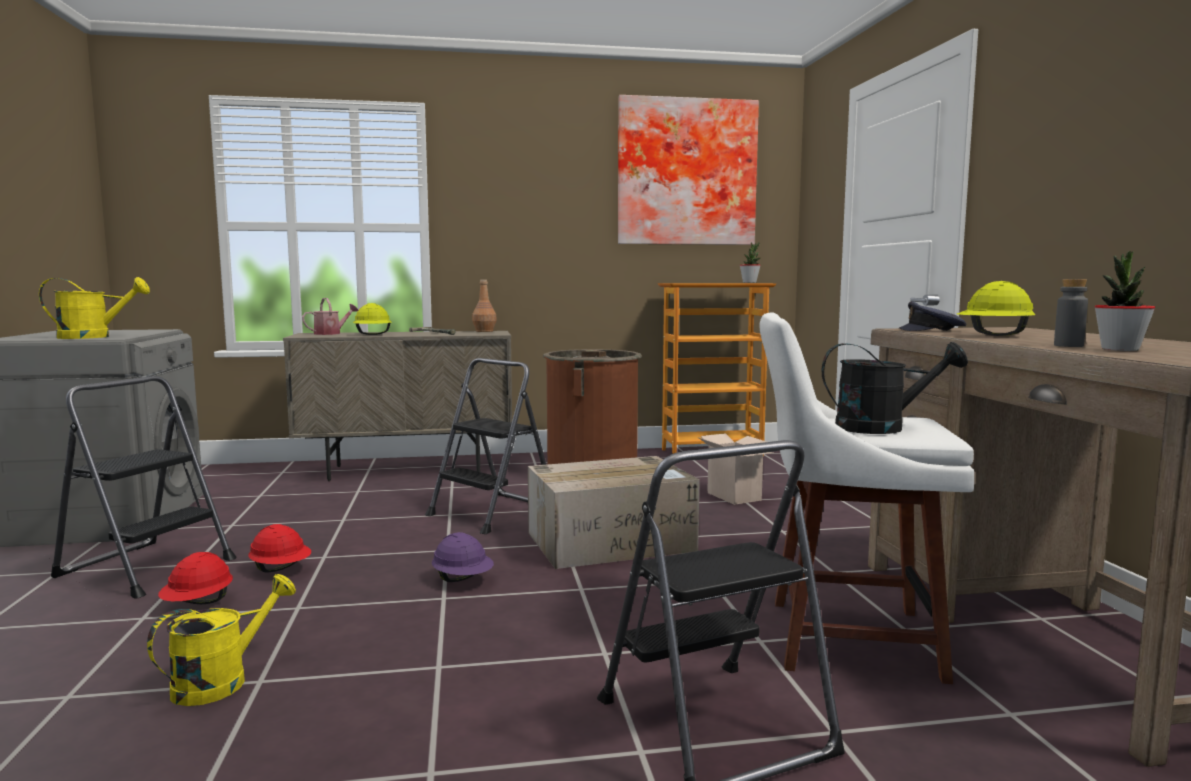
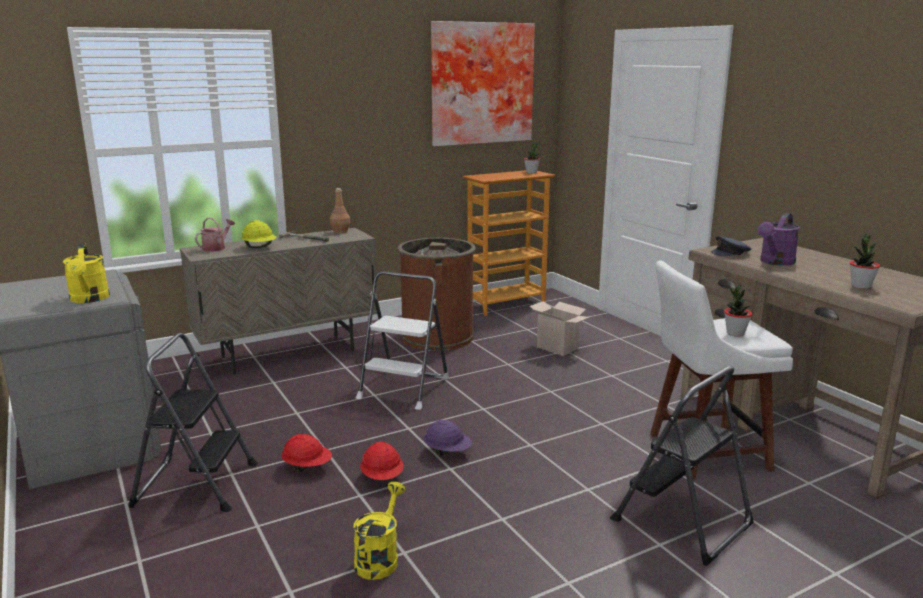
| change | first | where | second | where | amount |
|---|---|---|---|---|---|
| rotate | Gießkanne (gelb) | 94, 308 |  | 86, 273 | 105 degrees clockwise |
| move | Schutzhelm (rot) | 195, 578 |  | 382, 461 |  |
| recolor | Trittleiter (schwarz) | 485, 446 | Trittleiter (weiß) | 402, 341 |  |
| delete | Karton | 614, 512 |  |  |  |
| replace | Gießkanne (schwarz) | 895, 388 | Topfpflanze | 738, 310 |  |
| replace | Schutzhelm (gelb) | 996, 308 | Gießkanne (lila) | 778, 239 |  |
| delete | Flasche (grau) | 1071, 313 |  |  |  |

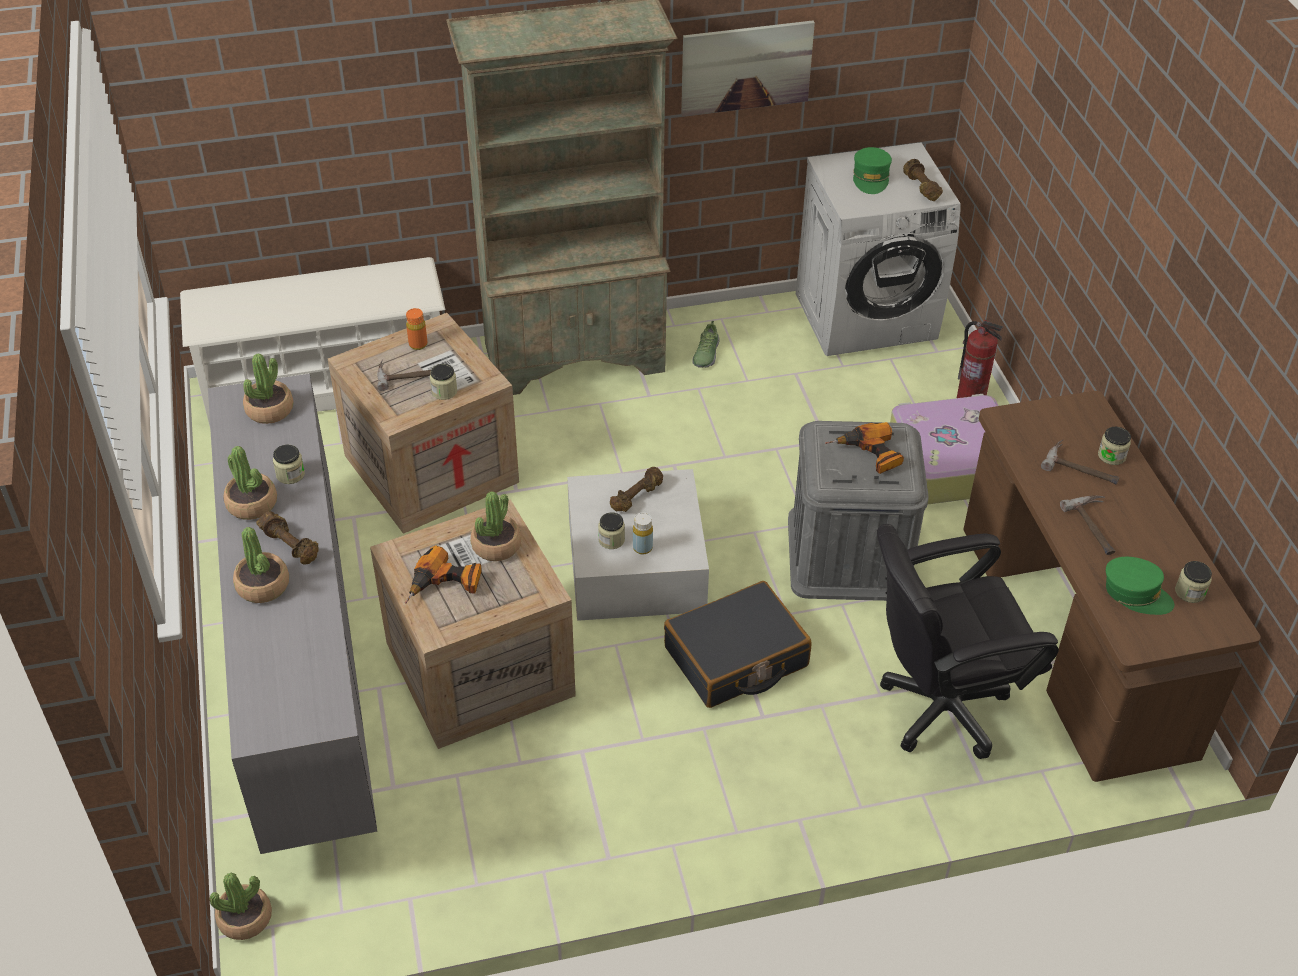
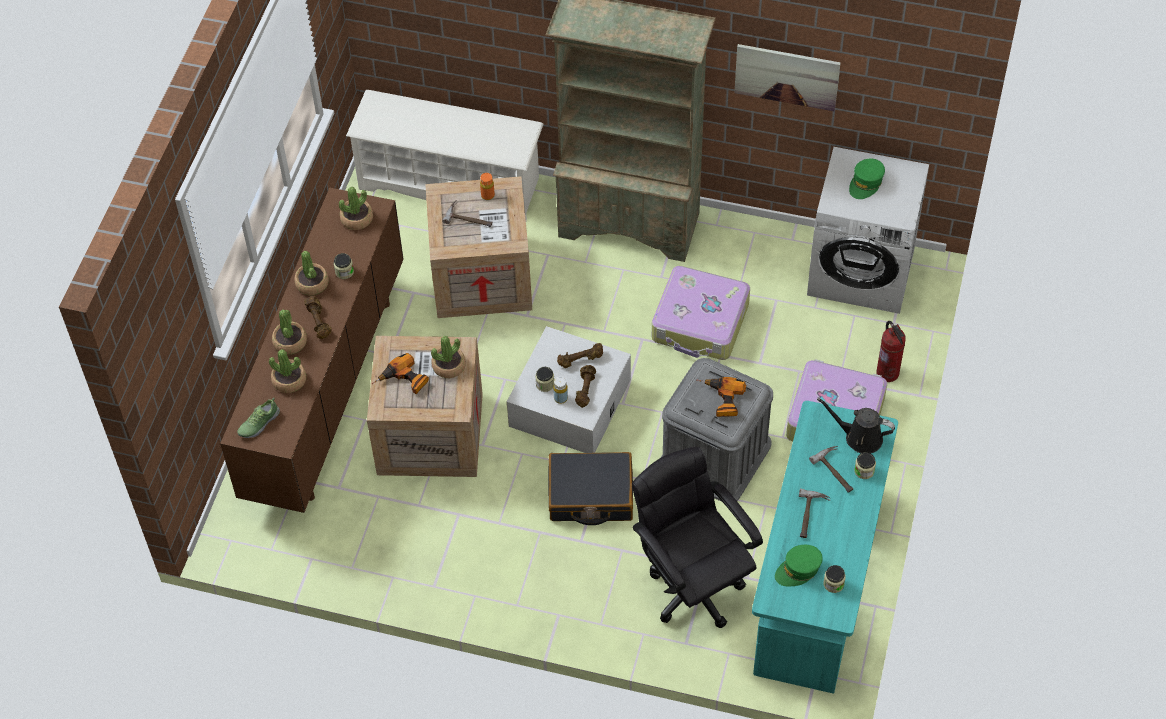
| change | first | where | second | where | amount |
|---|---|---|---|---|---|
| recolor | Schrank (grau) | 292, 614 | Schrank (braun) | 312, 350 |  |
| move | Topfpflanze | 241, 906 |  | 287, 371 |  |
| delete | Vorratsglas | 443, 382 |  |  |  |
| move | Schuh | 706, 344 |  | 258, 418 |  |
| rotate | Bürostuhl (schwarz) | 968, 641 |  | 697, 537 | 45 degrees clockwise |
| move | Hantel (braun) | 923, 180 |  | 585, 386 |  |
| recolor | Schreibtisch (braun) | 1112, 586 | Schreibtisch (türkis) | 825, 547 |  |
| rotate | Kappe (grün) | 1140, 586 |  | 799, 565 | 90 degrees clockwise |
| insert |  |  | Koffer | 701, 313 |  |
| insert |  |  | Gießkanne (schwarz) | 856, 426 |  |

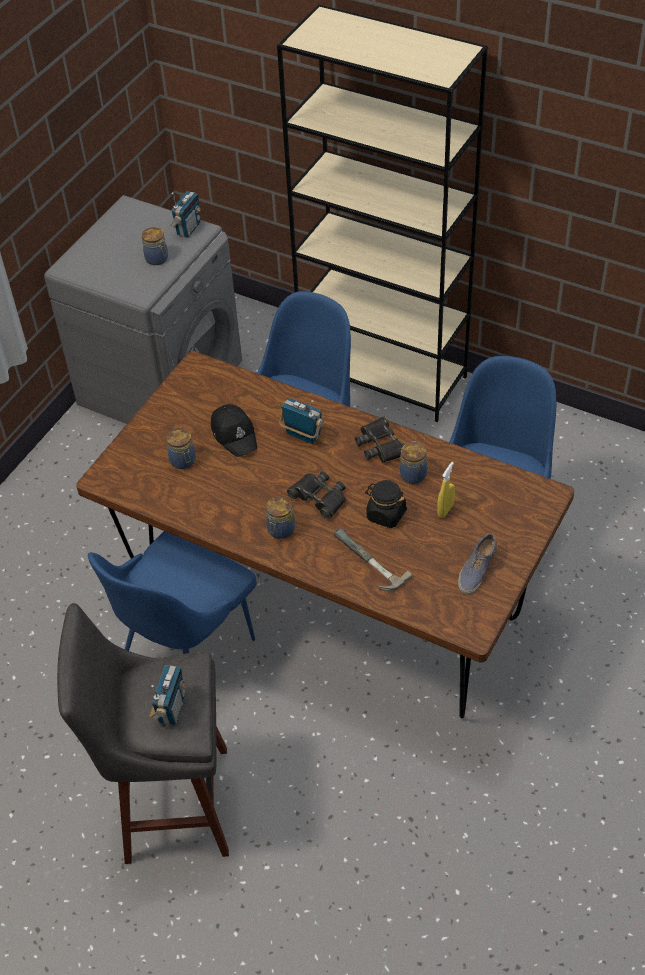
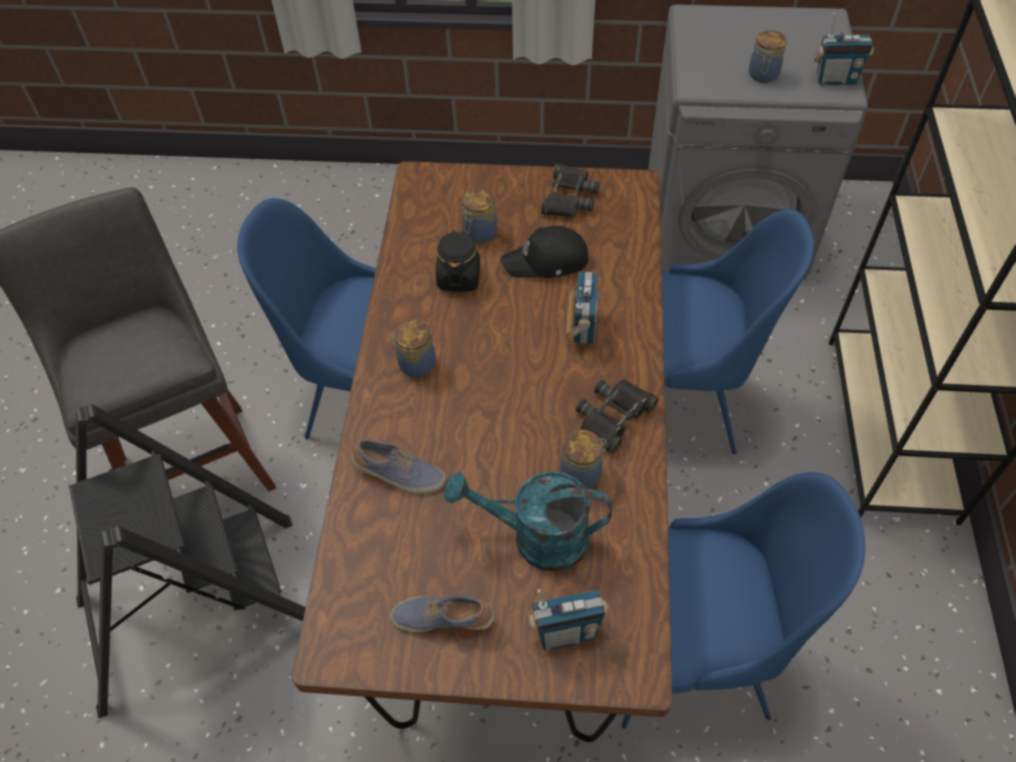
| change | first | where | second | where | amount |
|---|---|---|---|---|---|
| move | Radio | 168, 695 |  | 568, 619 |  |
| rotate | Kappe (schwarz) | 234, 430 |  | 544, 252 | 45 degrees clockwise |
| move | Fernglas (schwarz) | 316, 495 |  | 570, 191 |  |
| replace | Hammer | 373, 559 | Schuh | 399, 466 |  |
| move | Vorratsglas (schwarz) | 386, 504 |  | 458, 261 |  |
| replace | Sprühflasche (gelb) | 446, 490 | Gießkanne (türkis) | 528, 521 |  |
| insert |  |  | Trittleiter (schwarz) | 187, 561 |  |

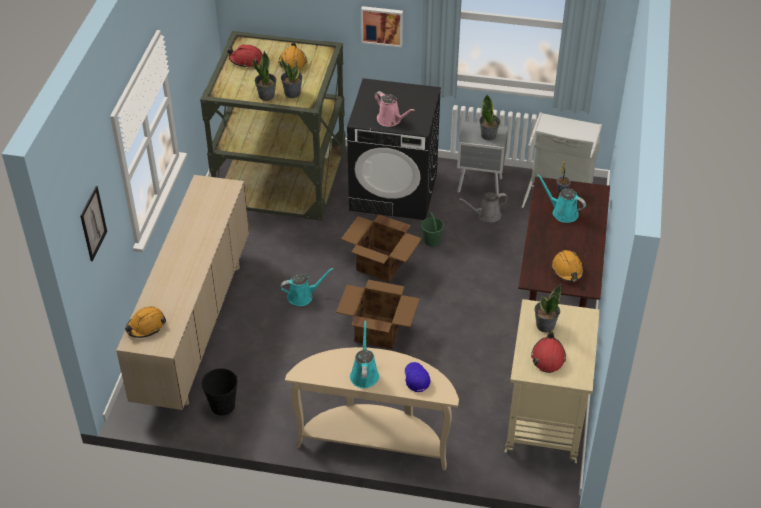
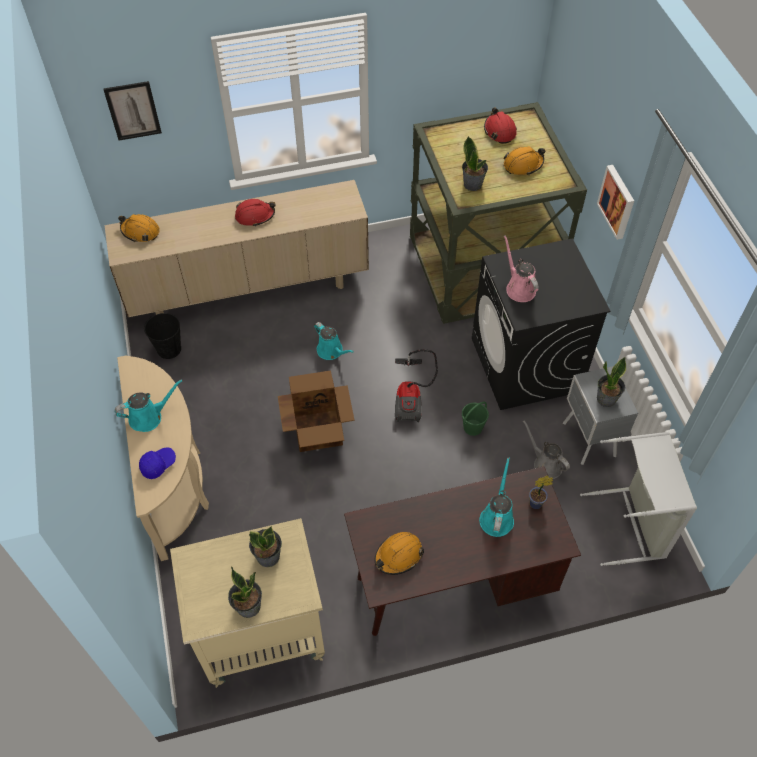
| change | first | where | second | where | amount |
|---|---|---|---|---|---|
| move | Topfpflanze | 265, 76 |  | 245, 592 |  |
| replace | Karton | 381, 248 | Staubsauger | 416, 385 |  |
| rotate | Gießkanne (rosa) | 394, 109 |  | 521, 268 | 135 degrees clockwise |
| move | Schutzhelm (rot) | 548, 352 |  | 255, 213 |  |

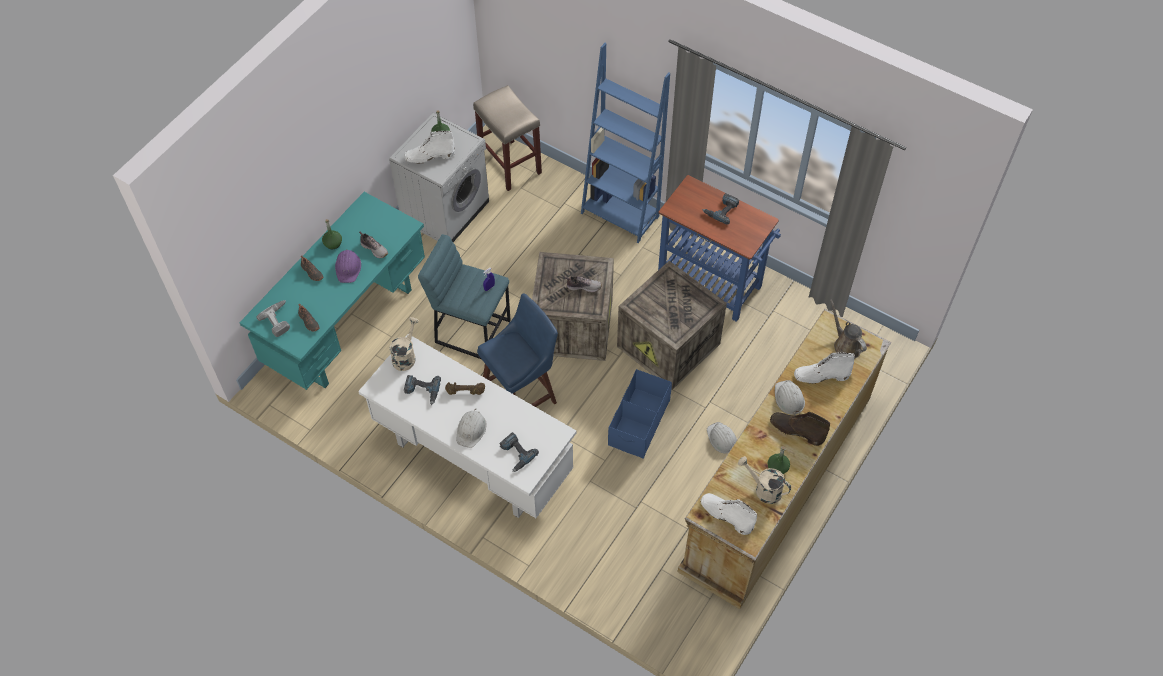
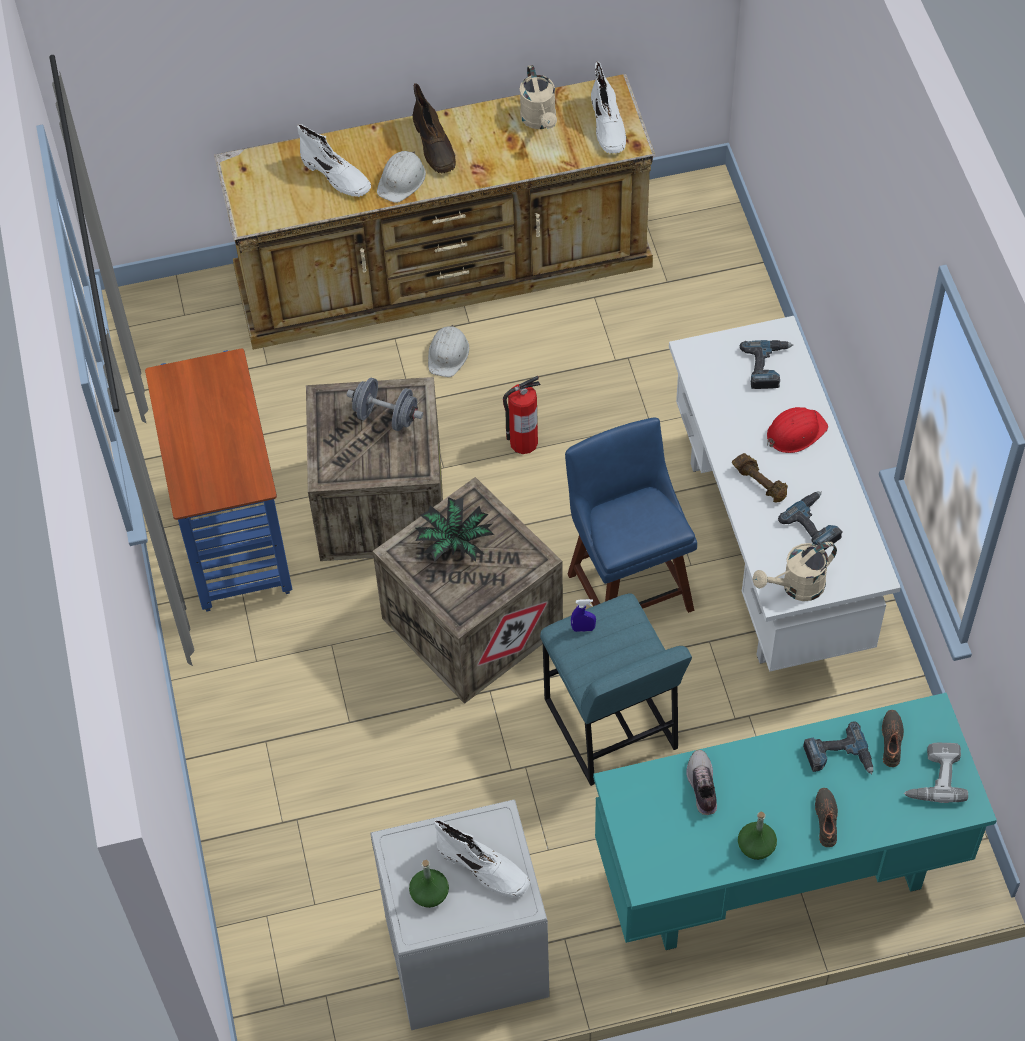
| change | first | where | second | where | amount |
|---|---|---|---|---|---|
| delete | Schutzhelm (lila) | 348, 266 |  |  |  |
| recolor | Schutzhelm (weiß) | 472, 428 | Schutzhelm (rot) | 797, 430 |  |
| delete | Hocker (beige) | 507, 138 |  |  |  |
| rotate | Stuhl (blau) | 517, 350 |  | 631, 515 | 60 degrees clockwise |
| replace | Schuh | 584, 284 | Topfpflanze | 454, 529 |  |
| delete | Bücherregal (blau) | 625, 143 |  |  |  |
| replace | Aufbewahrungsbox (blau) | 640, 414 | Feuerlöscher | 521, 415 |  |
| move | Bohrmaschine | 720, 208 |  | 838, 748 |  |
| delete | Flasche (grün) | 779, 460 |  |  |  |
| delete | Gießkanne (braun) | 848, 329 |  |  |  |
| insert |  |  | Hantel (grau) | 385, 404 |  |

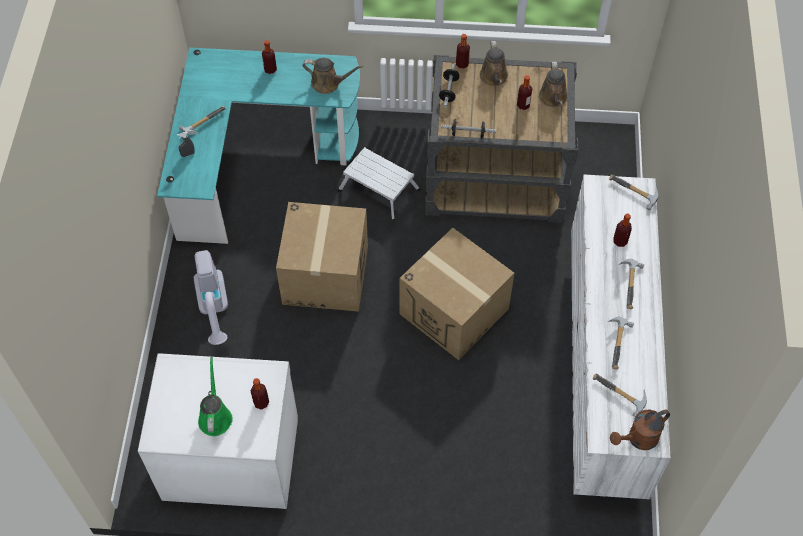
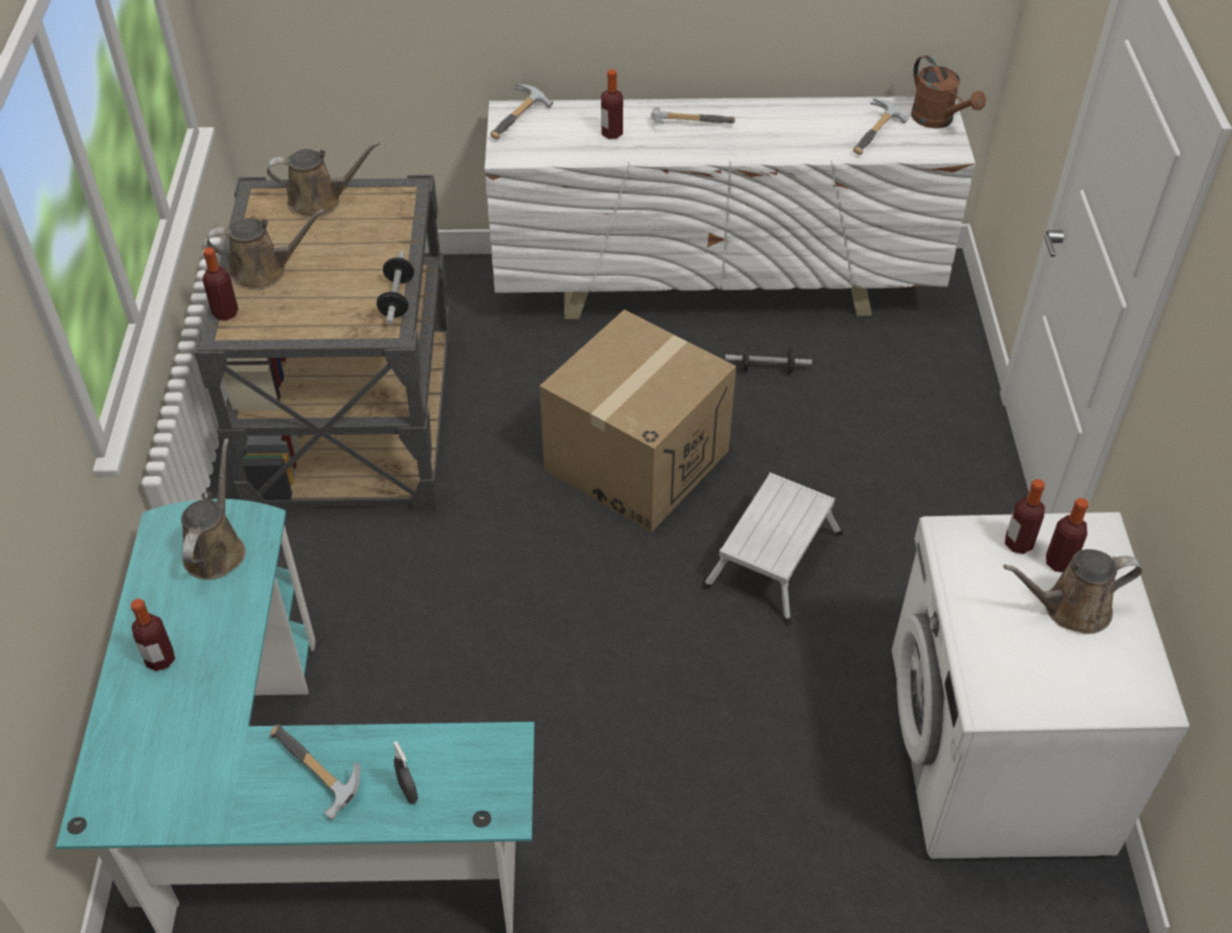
| change | first | where | second | where | amount |
|---|---|---|---|---|---|
| delete | Staubsauger | 211, 297 |  |  |  |
| recolor | Gießkanne (grün) | 215, 396 | Gießkanne (braun) | 1072, 591 |  |
| delete | Karton | 322, 257 |  |  |  |
| move | Trittleiter (weiß) | 379, 185 |  | 772, 549 |  |
| move | Hantel | 449, 85 |  | 768, 359 |  |
| move | Flasche | 524, 92 |  | 1067, 535 |  |
| delete | Hammer | 621, 343 |  |  |  |

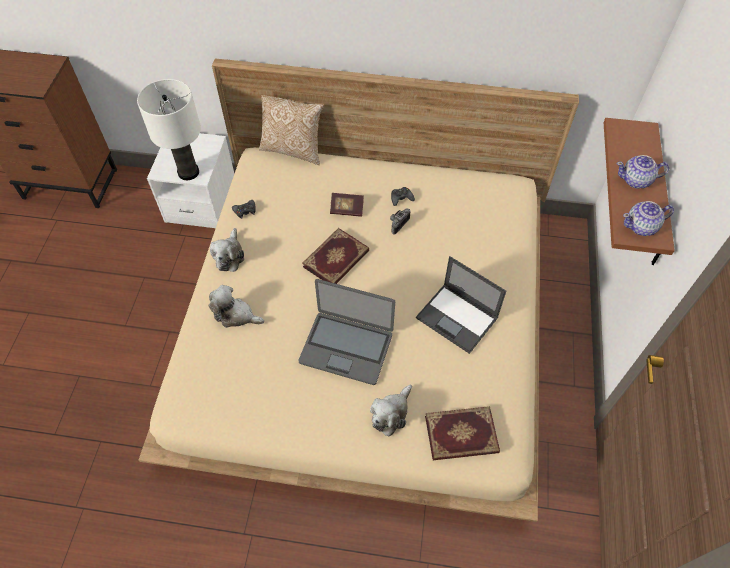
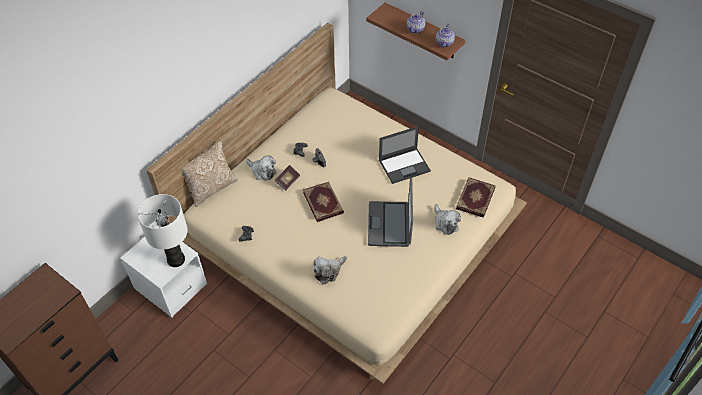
| change | first | where | second | where | amount |
|---|---|---|---|---|---|
| move | Plüschtier | 227, 250 |  | 261, 168 |  |
| rotate | Laptop | 347, 332 |  | 390, 212 | 135 degrees clockwise |

